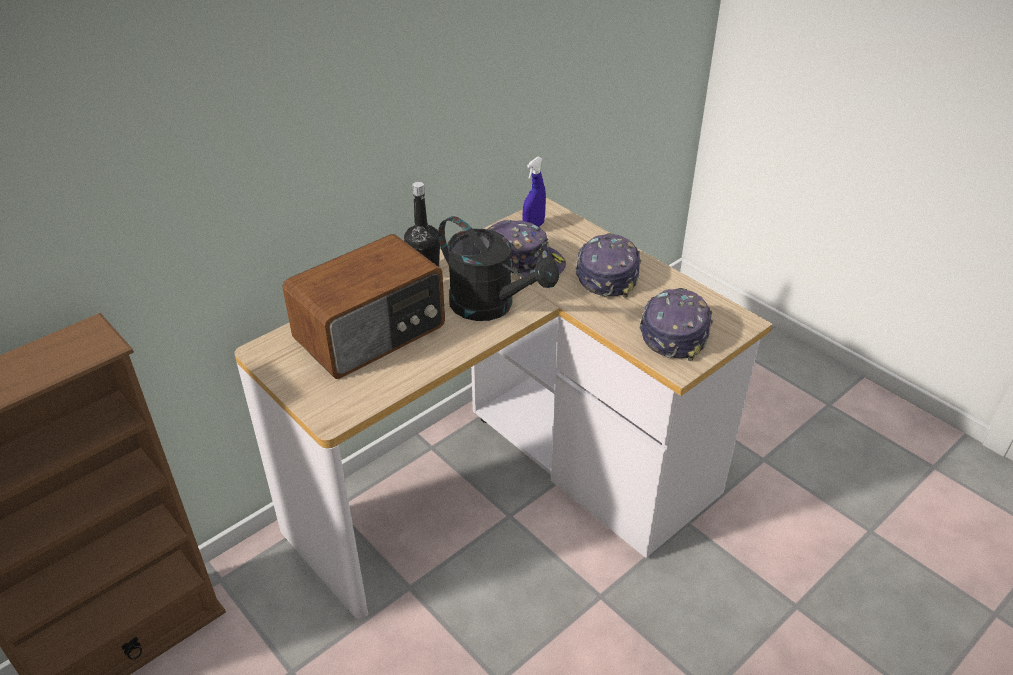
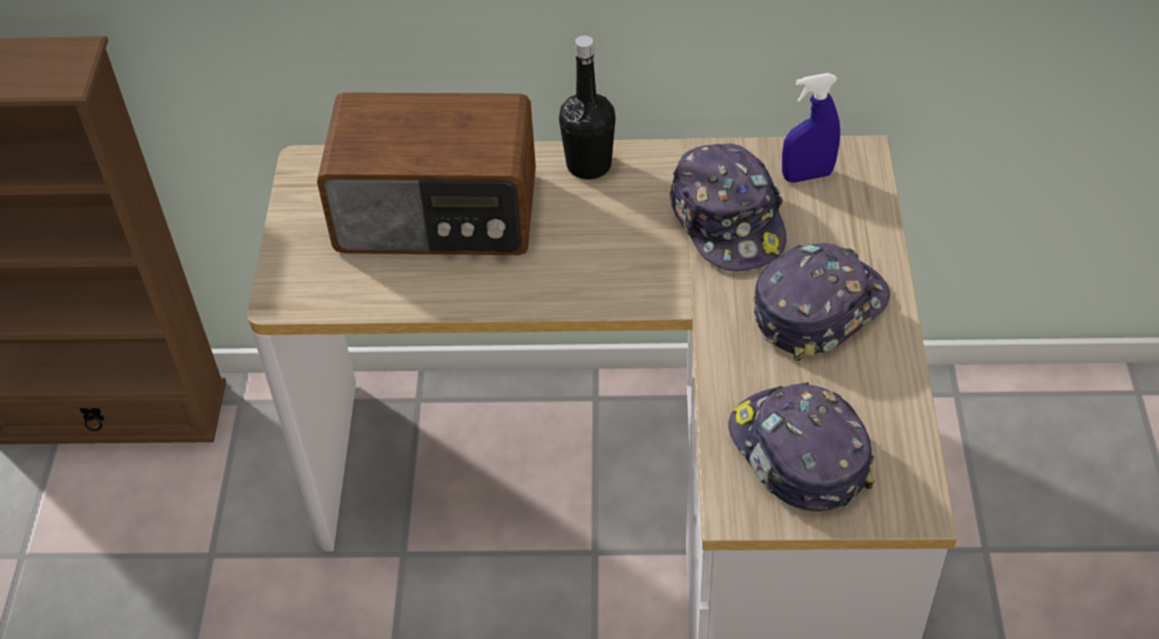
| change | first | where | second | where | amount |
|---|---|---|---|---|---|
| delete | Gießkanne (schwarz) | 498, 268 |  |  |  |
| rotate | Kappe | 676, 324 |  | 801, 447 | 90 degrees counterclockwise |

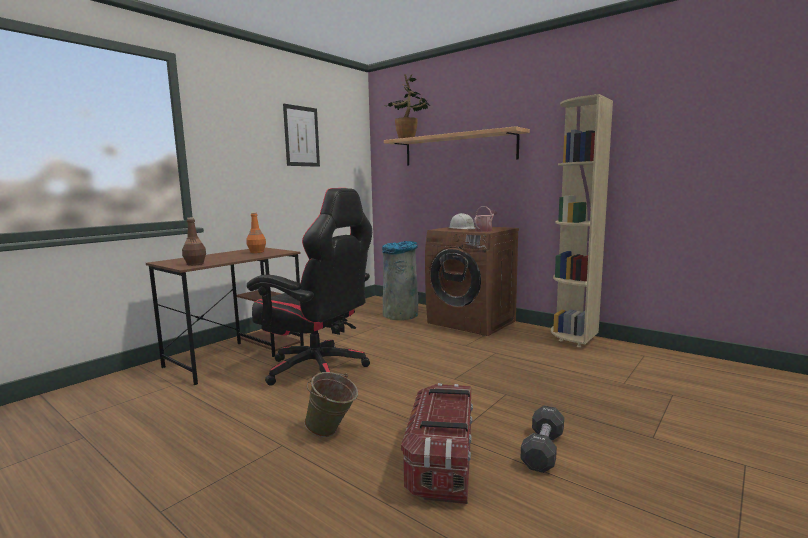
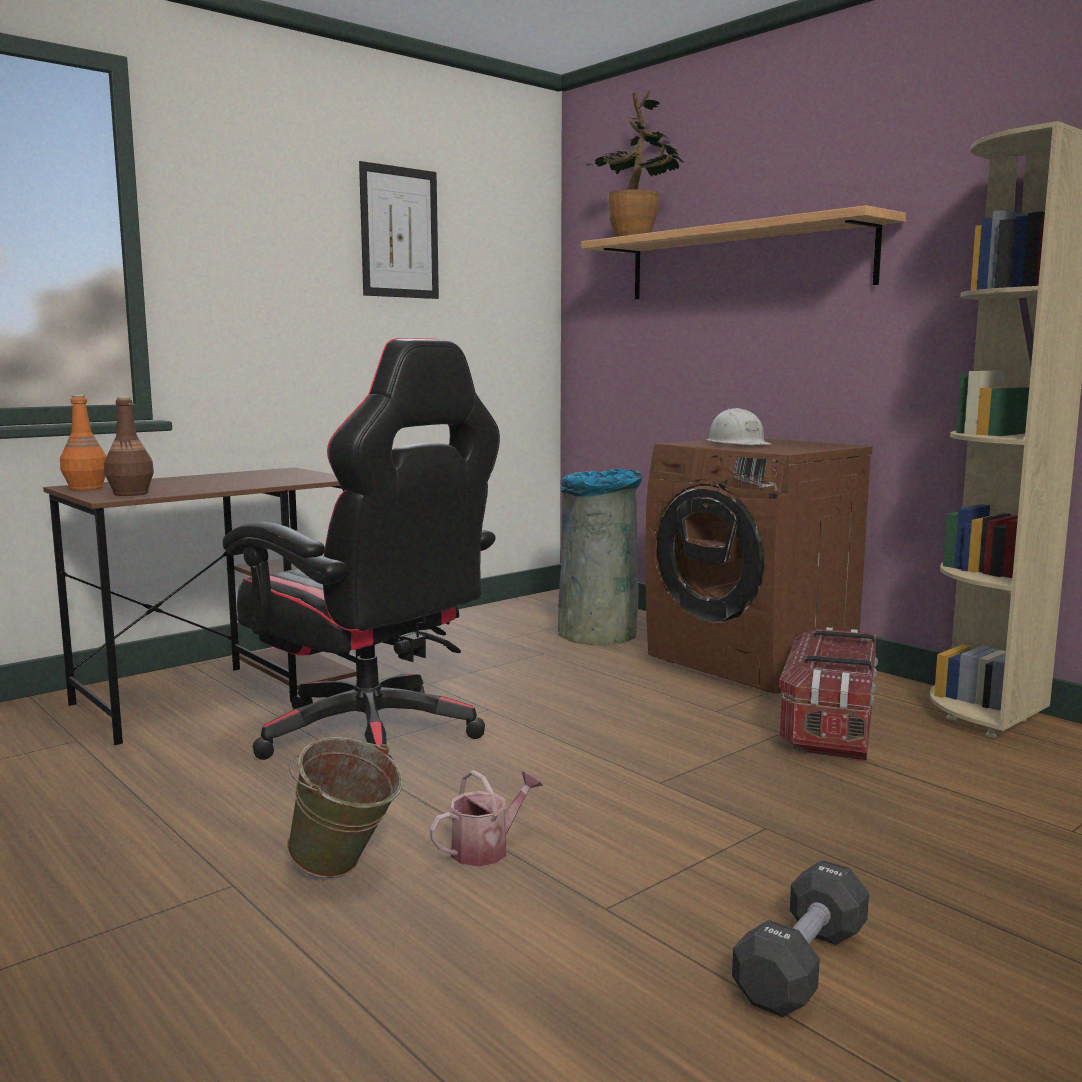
| change | first | where | second | where | amount |
|---|---|---|---|---|---|
| move | Flasche (orange) | 256, 232 |  | 83, 442 |  |
| move | Aufbewahrungsbox | 437, 443 |  | 828, 695 |  |
| move | Gießkanne | 486, 219 |  | 486, 818 |  |

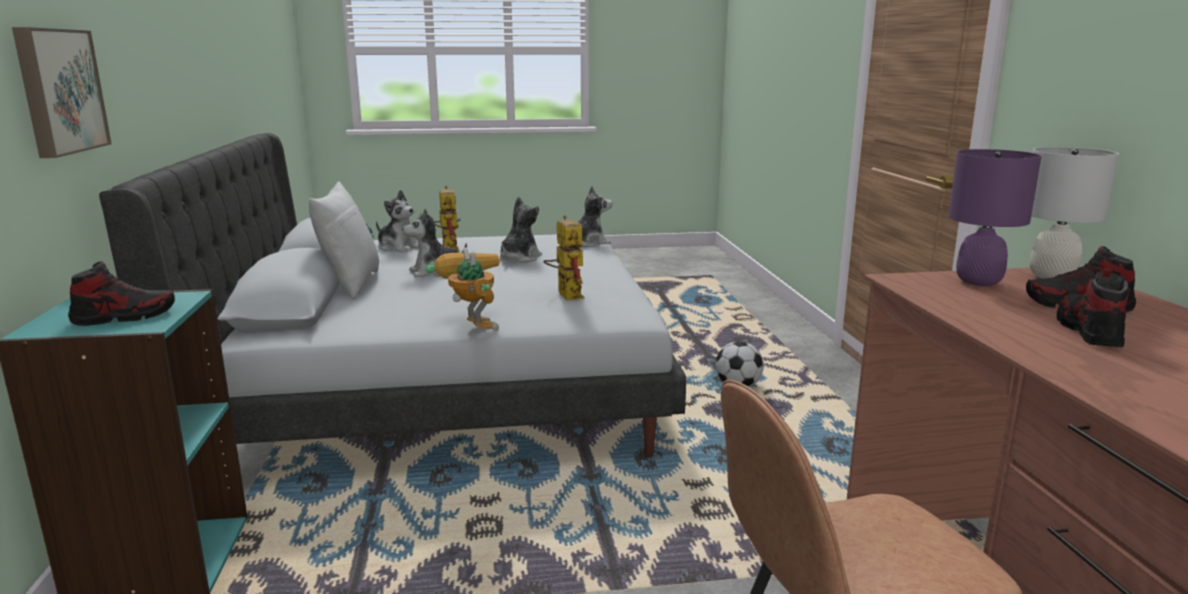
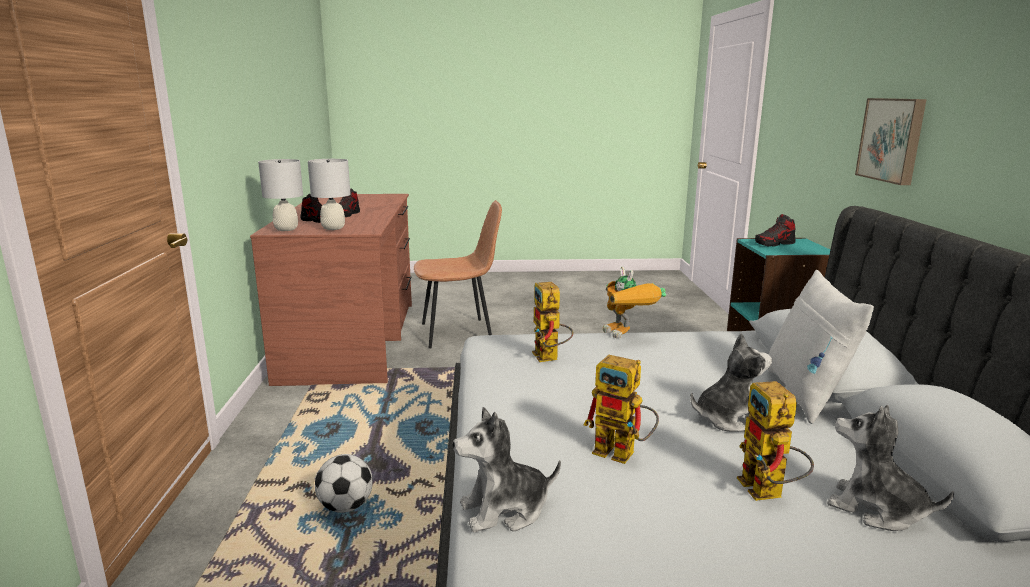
| change | first | where | second | where | amount |
|---|---|---|---|---|---|
| replace | Plüschtier | 521, 230 | Spielzeugroboter | 621, 409 |  |
| recolor | Tischlampe (lila) | 995, 217 | Tischlampe (grau) | 329, 194 |  |

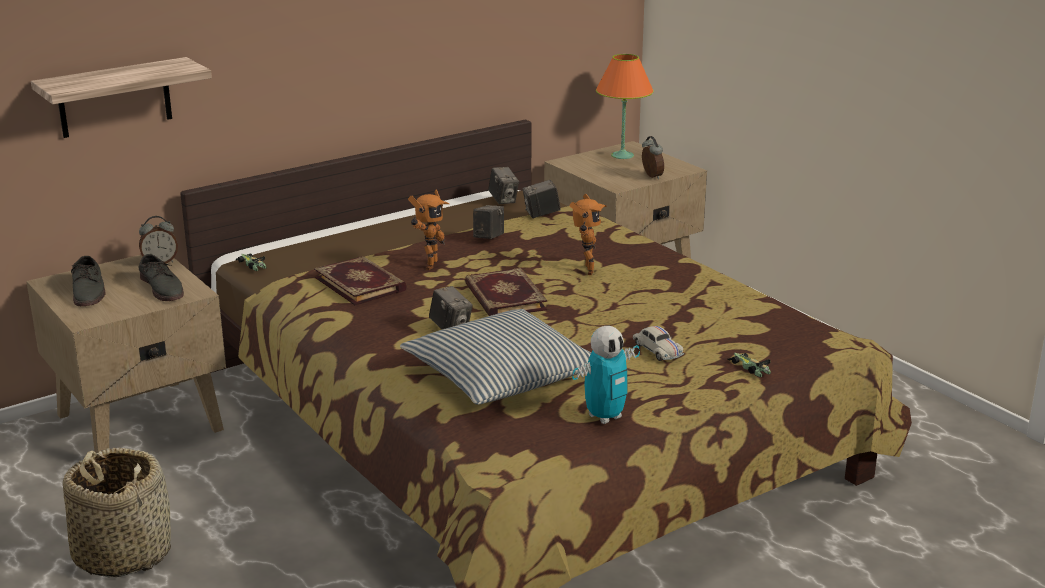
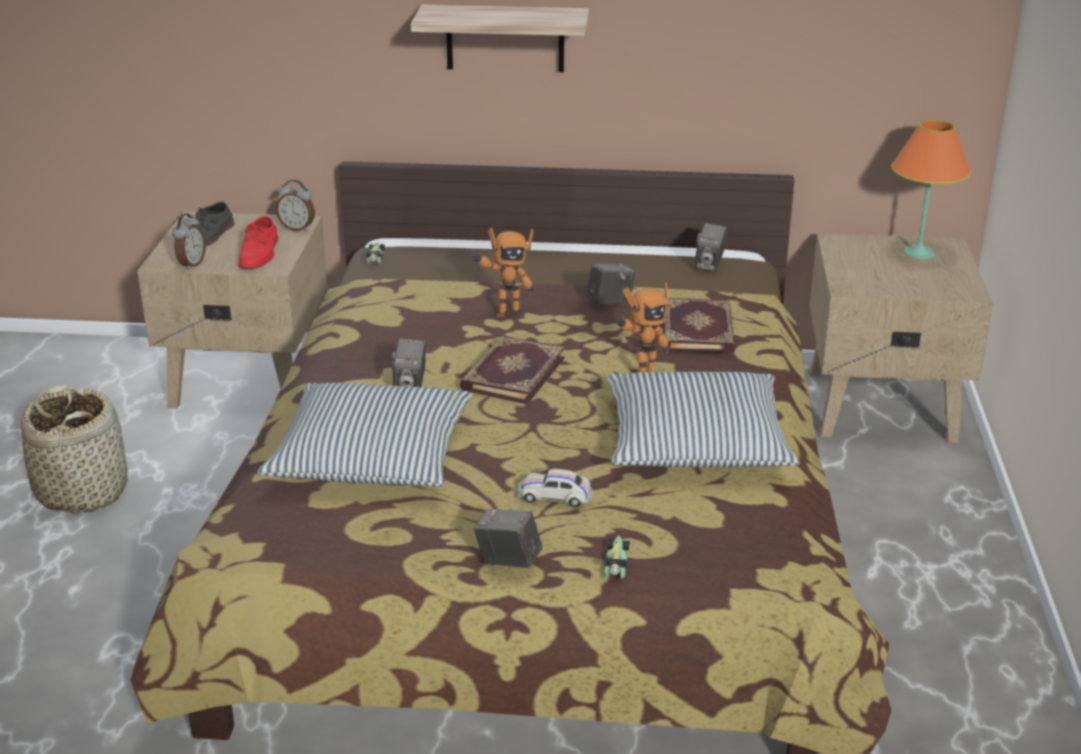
| change | first | where | second | where | amount |
|---|---|---|---|---|---|
| move | Wandregal | 121, 97 |  | 500, 38 |  |
| recolor | Schuh (grau) | 161, 277 | Schuh (rot) | 258, 242 |  |
| move | Buch | 360, 281 |  | 699, 326 |  |
| move | Kamera | 542, 198 |  | 508, 538 |  |
| delete | Spielzeugroboter | 606, 375 |  |  |  |
| rotate | Spielzeugauto (weiß) | 658, 343 |  | 555, 488 | 90 degrees clockwise |
| move | Wecker | 653, 157 |  | 189, 241 |  |
| insert |  |  | Kissen | 703, 420 |  |

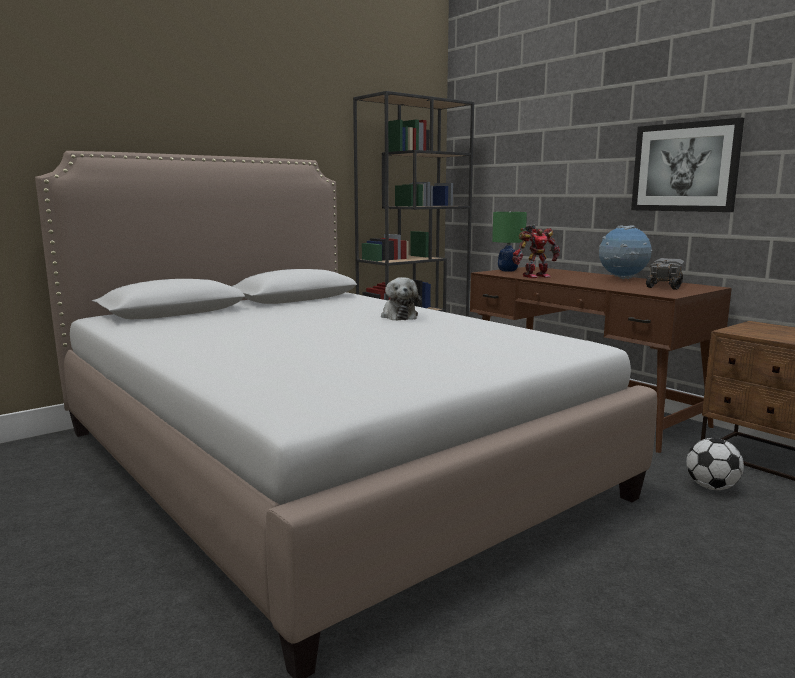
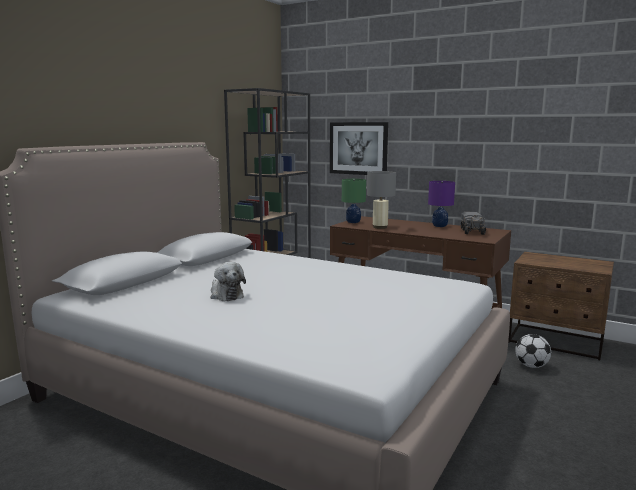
| change | first | where | second | where | amount |
|---|---|---|---|---|---|
| move | Plüschtier | 401, 299 |  | 228, 281 |  |
| replace | Spielzeugroboter | 536, 251 | Tischlampe (grau) | 381, 200 |  |
| replace | Globus | 625, 252 | Tischlampe (lila) | 441, 204 |  |
| move | Bild | 687, 165 |  | 359, 148 |  |

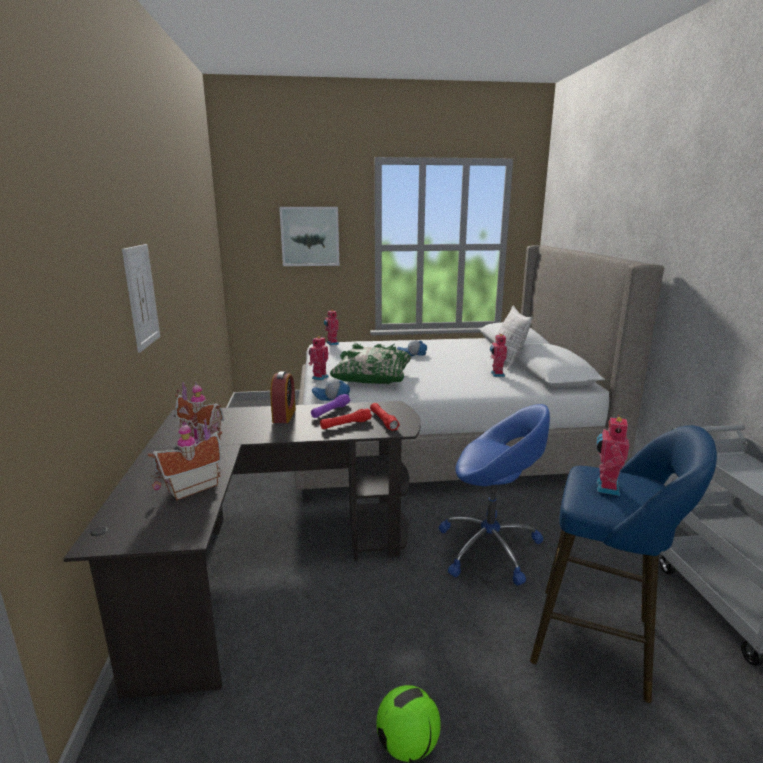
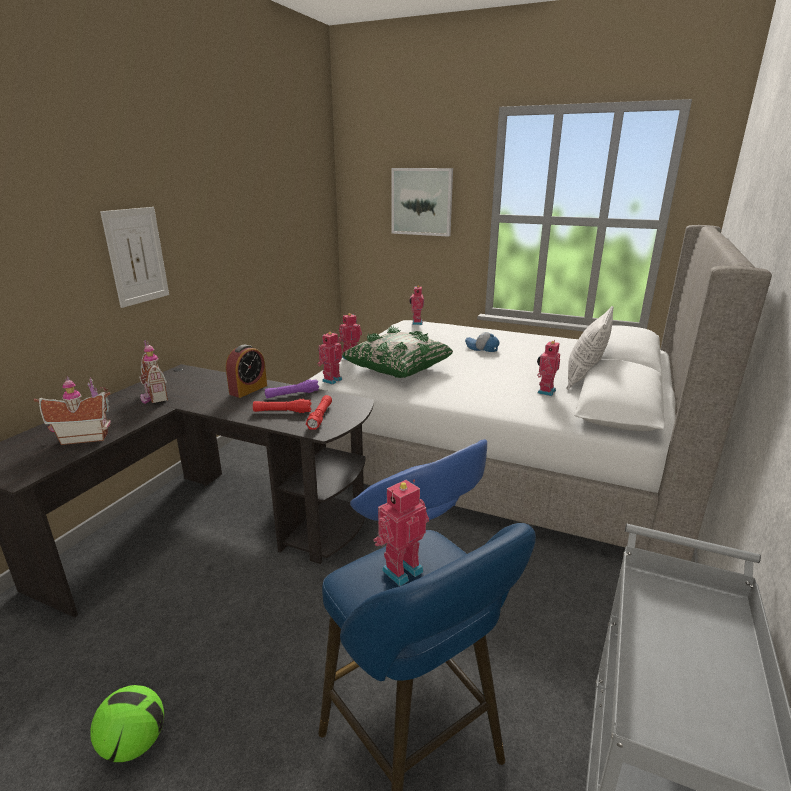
| change | first | where | second | where | amount |
|---|---|---|---|---|---|
| replace | Kappe | 331, 390 | Spielzeugroboter | 330, 358 |  |

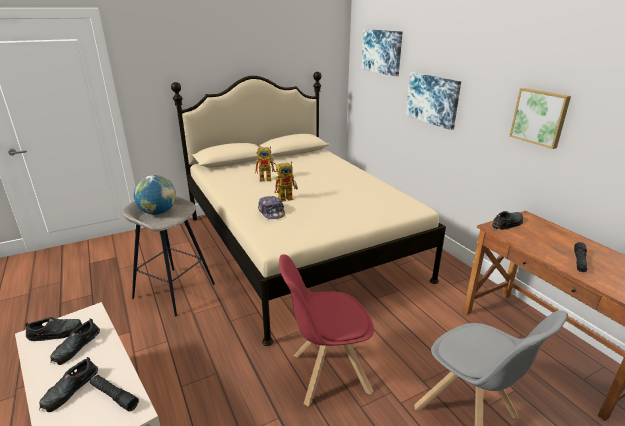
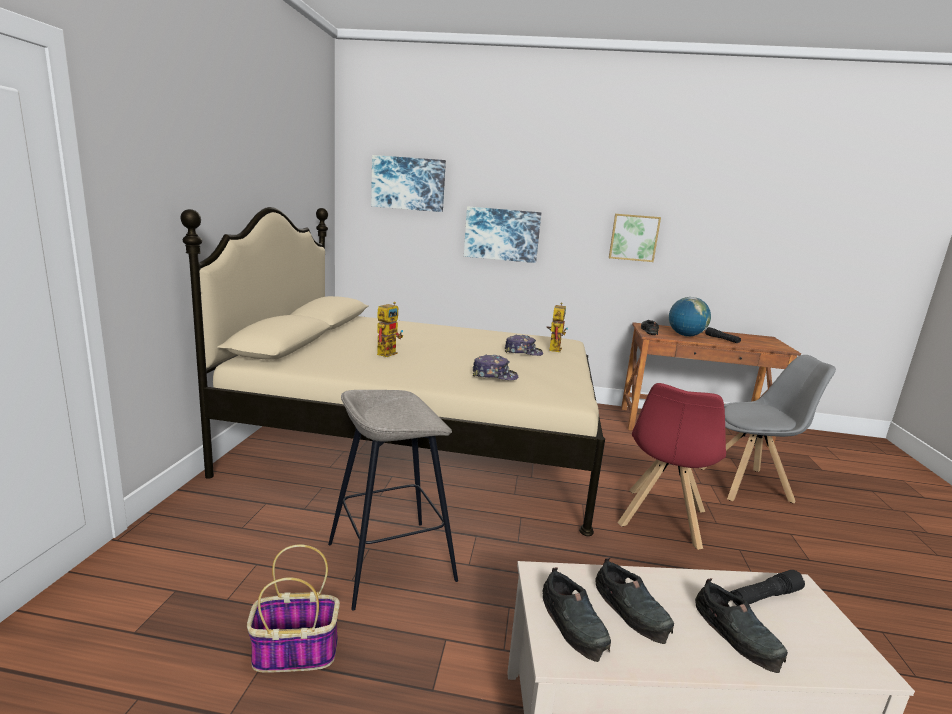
| change | first | where | second | where | amount |
|---|---|---|---|---|---|
| rotate | Schuh (schwarz) | 53, 329 |  | 576, 614 | 135 degrees clockwise |
| move | Globus | 154, 195 |  | 690, 317 |  |
| move | Spielzeugroboter | 286, 182 |  | 557, 327 |  |
| insert |  |  | Korb | 293, 608 |  |
| insert |  |  | Kappe | 524, 345 |  |

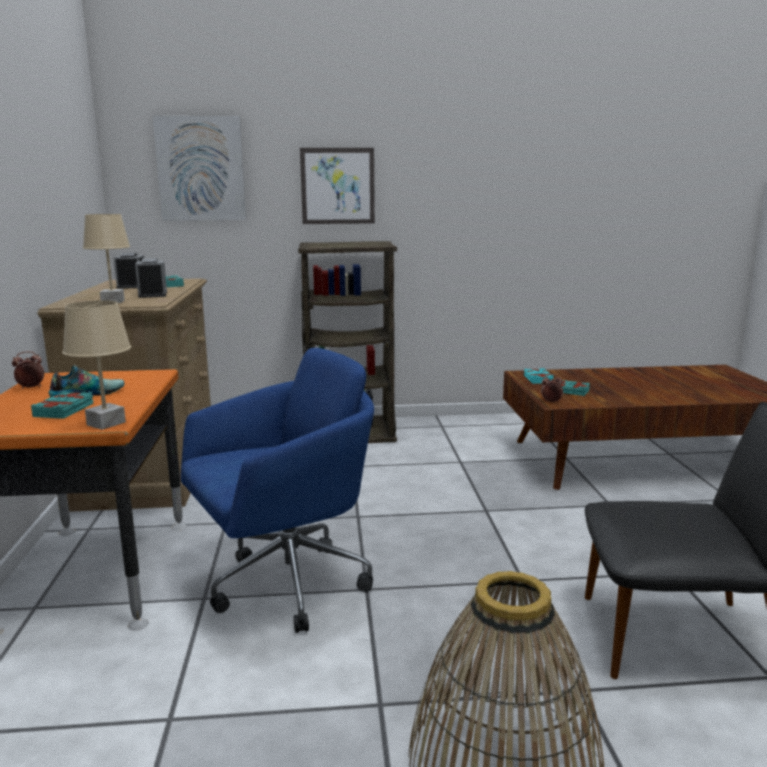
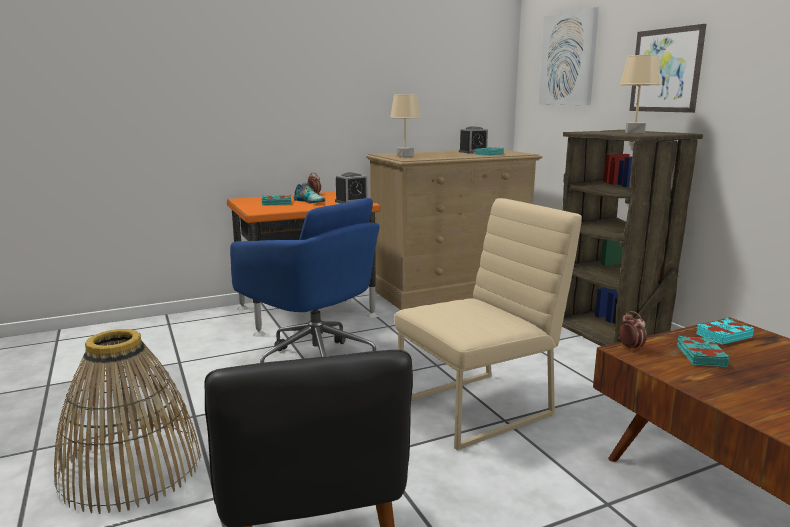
| change | first | where | second | where | amount |
|---|---|---|---|---|---|
| move | Tischlampe (beige) | 96, 365 |  | 640, 94 |  |
| move | Wecker | 151, 278 |  | 351, 188 |  |
| insert |  |  | Stuhl (beige) | 488, 324 |  |

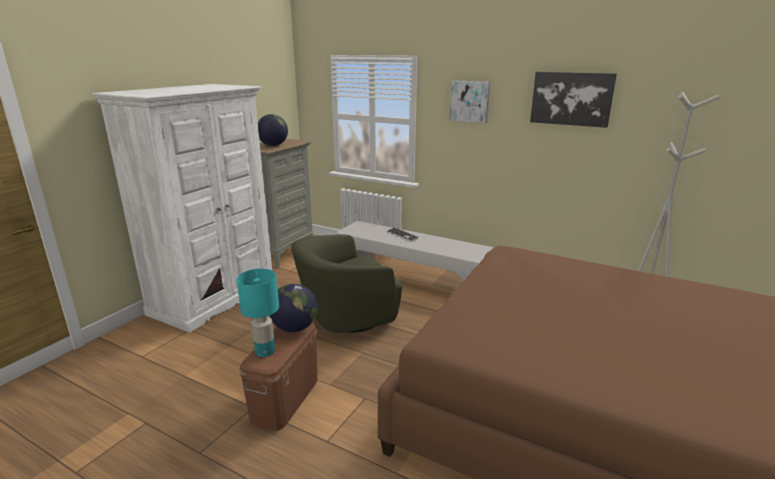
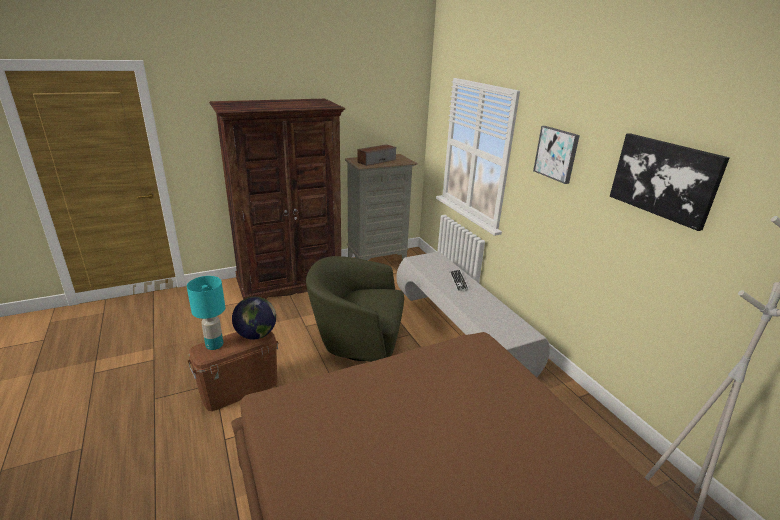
| change | first | where | second | where | amount |
|---|---|---|---|---|---|
| recolor | Kleiderschrank (weiß) | 182, 208 | Kleiderschrank (braun) | 277, 199 |  |
| replace | Globus | 273, 130 | Lautsprecher | 376, 155 |  |

